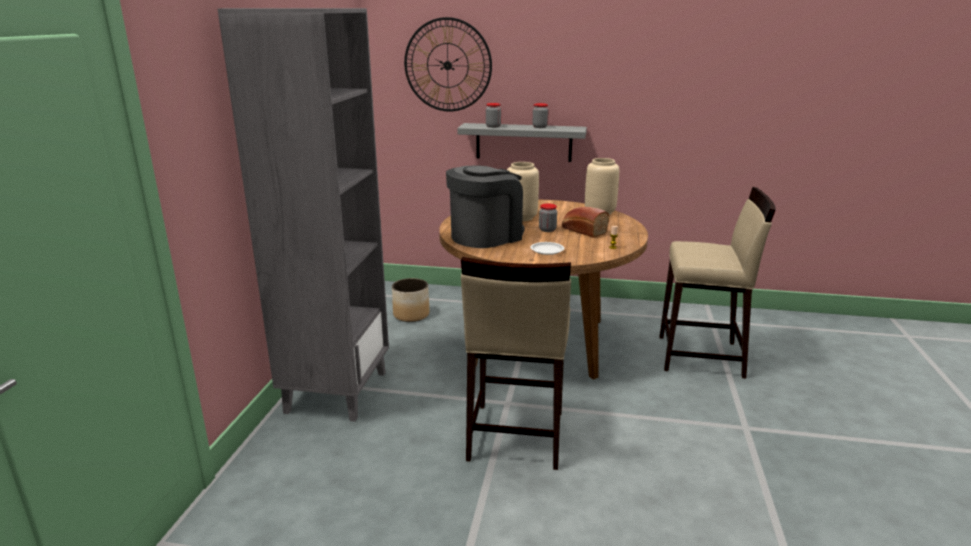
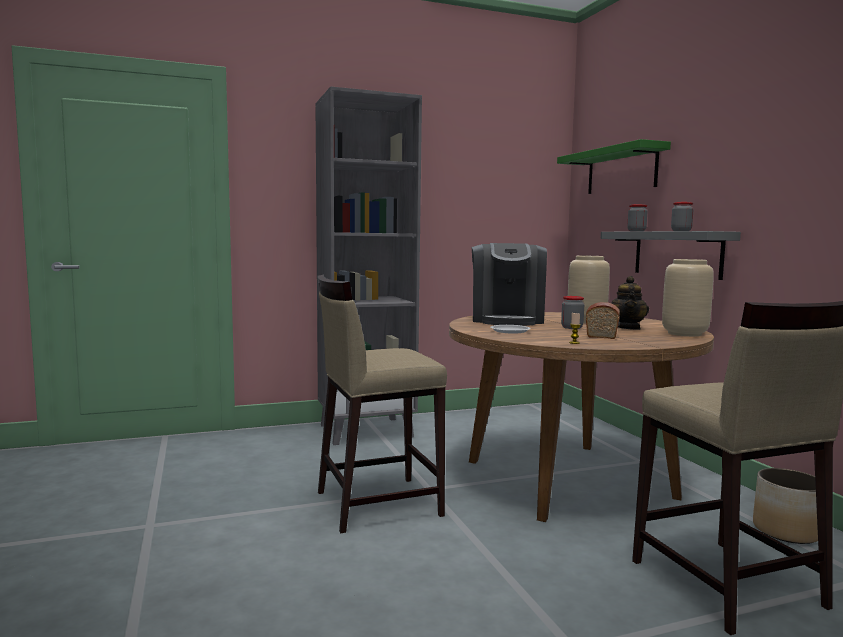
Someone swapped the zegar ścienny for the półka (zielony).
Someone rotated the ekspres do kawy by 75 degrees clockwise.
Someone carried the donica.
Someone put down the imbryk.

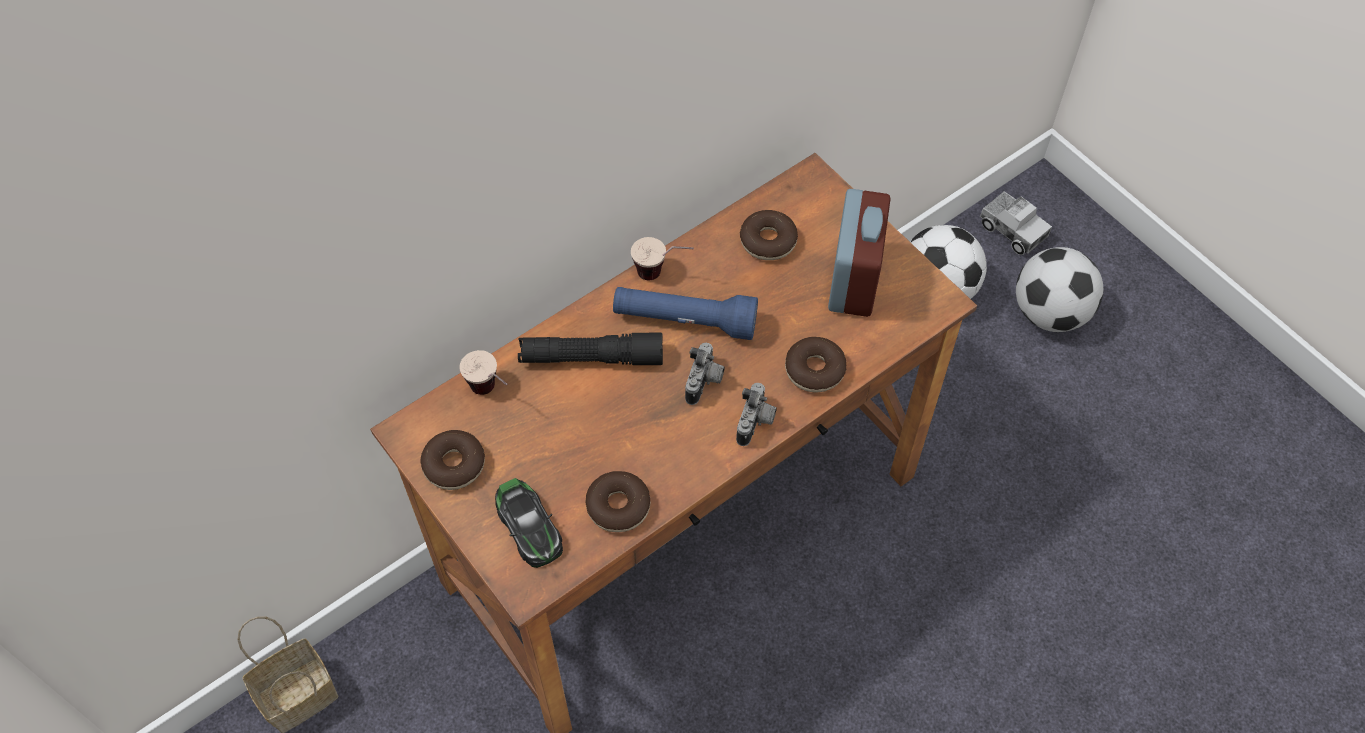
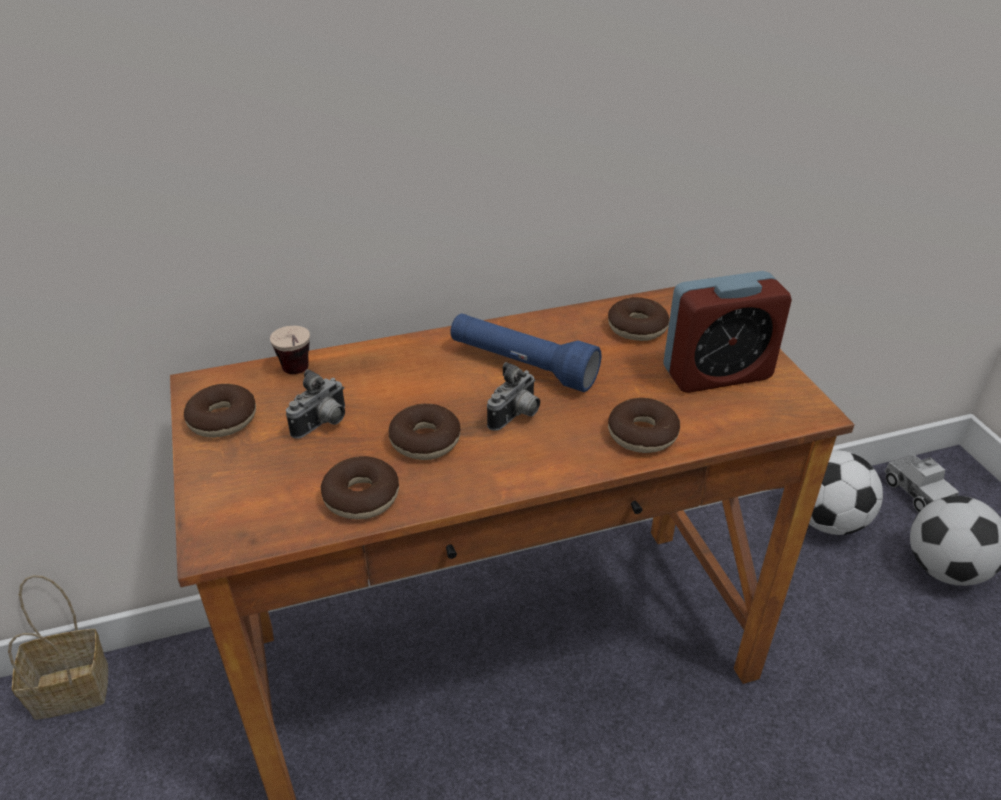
Someone rotated the budzik by 45 degrees clockwise.
Someone took away the filiżanka (2nd from left).
Someone took away the latarka (czarny).
Someone carried the aparat fotograficzny (2nd from left in the first image).
Someone took away the samochodzik.
Someone put down the donut (3rd from left).

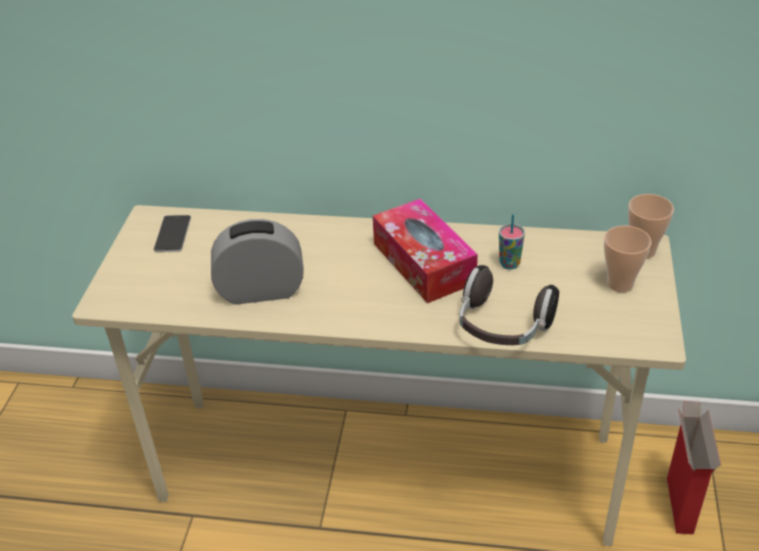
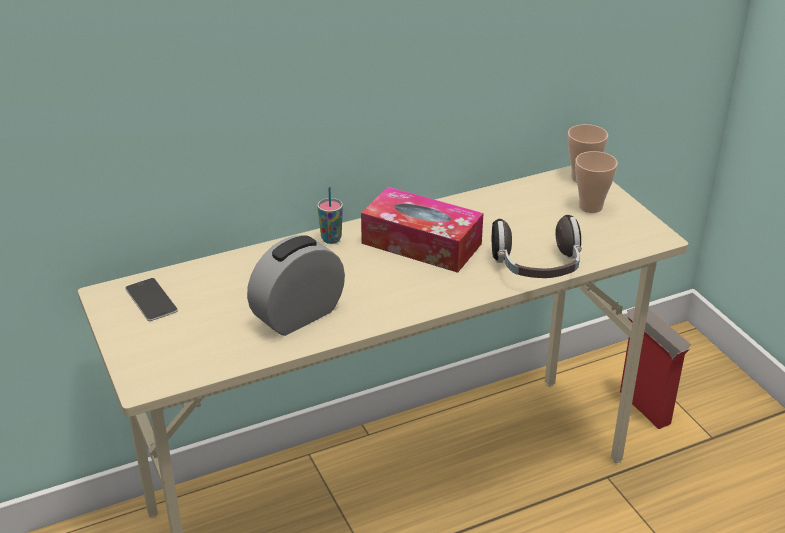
Someone carried the filiżanka (1st from left).

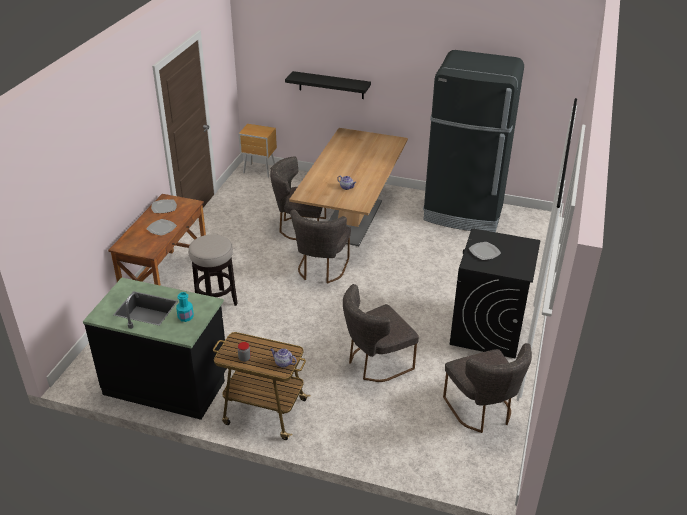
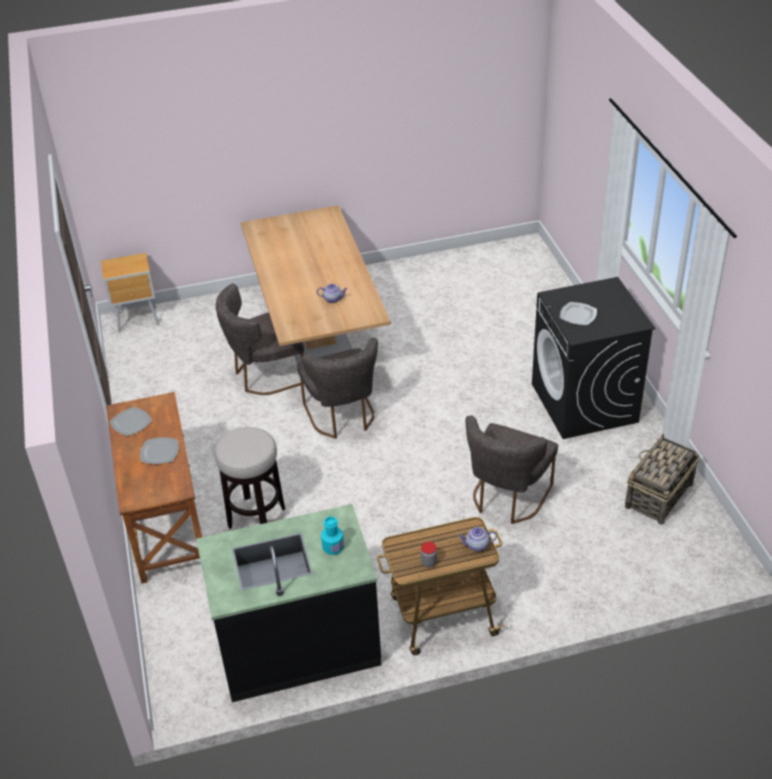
Someone took away the lodówka (czarny).
Someone took away the półka (czarny).
Someone swapped the krzesło (szary) (4th from left) for the koszyk.

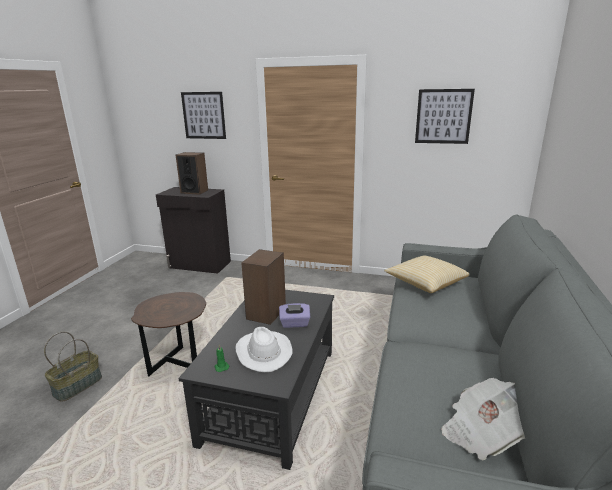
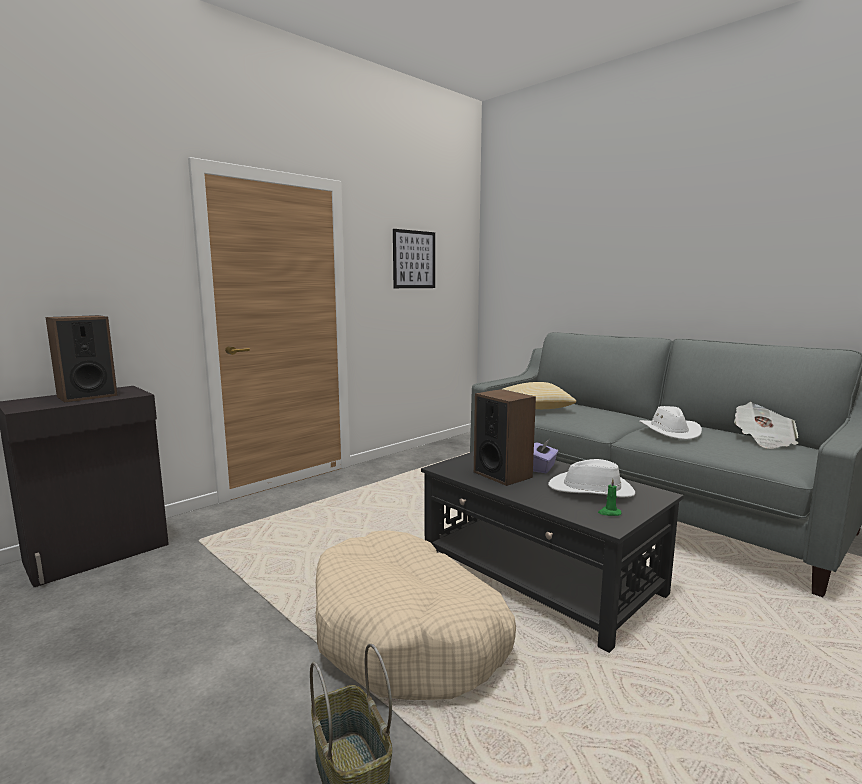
Someone took away the obraz (1st from left).
Someone swapped the stolik (brązowy) for the legowisko (beżowy).
Someone put down the kapelusz (biały) (2nd from left).

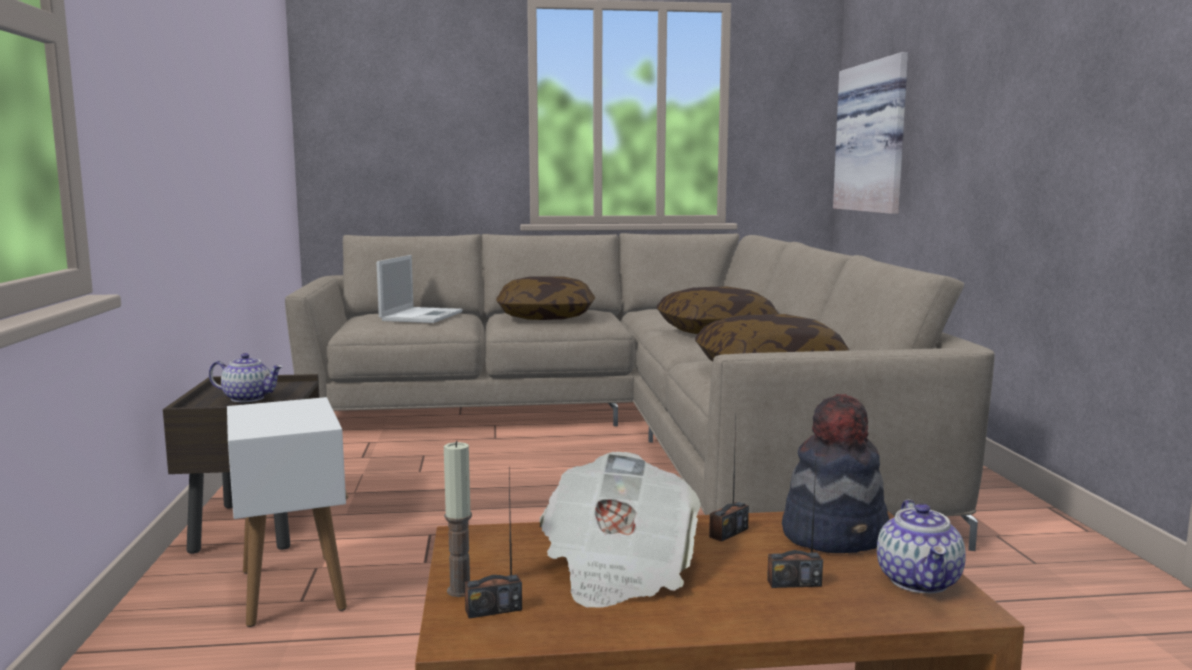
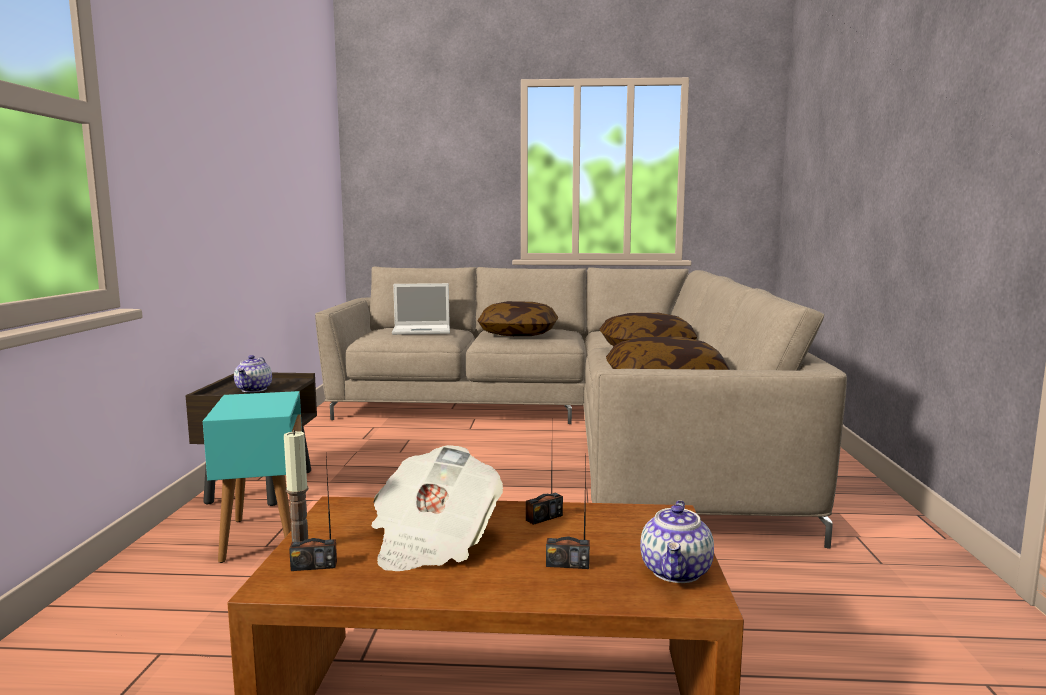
Someone took away the obraz.
Someone rotated the laptop by 60 degrees clockwise.
Someone rotated the imbryk (1st from left) by 75 degrees clockwise.
Someone took away the kapelusz.
Someone repainted the stolik (biały), which became the stolik (turkusowy).

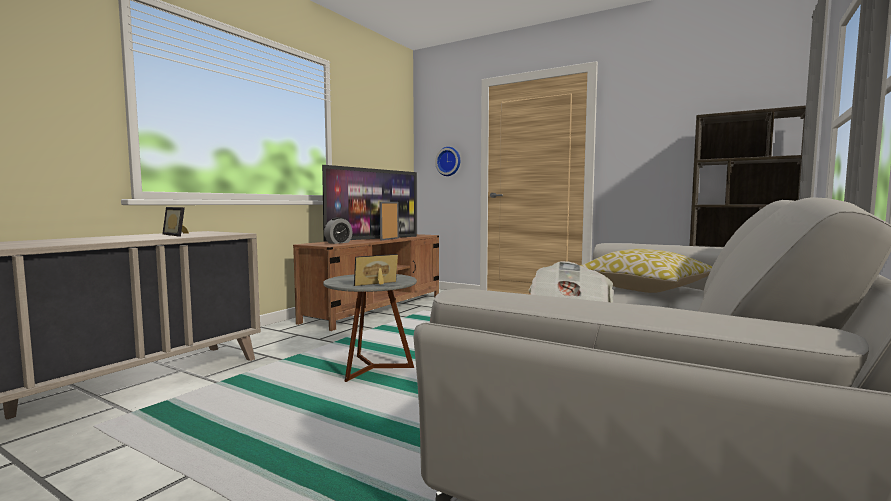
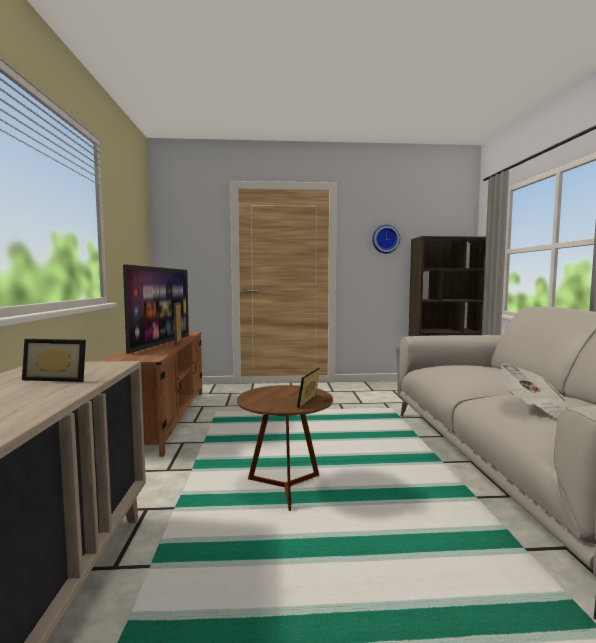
Someone carried the zegar ścienny.
Someone took away the budzik.
Someone took away the poduszka.
Someone repainted the stolik (szary), which became the stolik (brązowy).

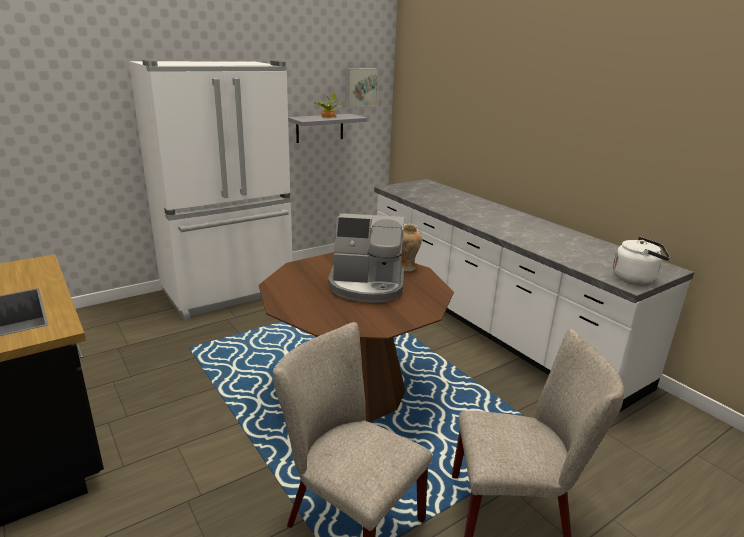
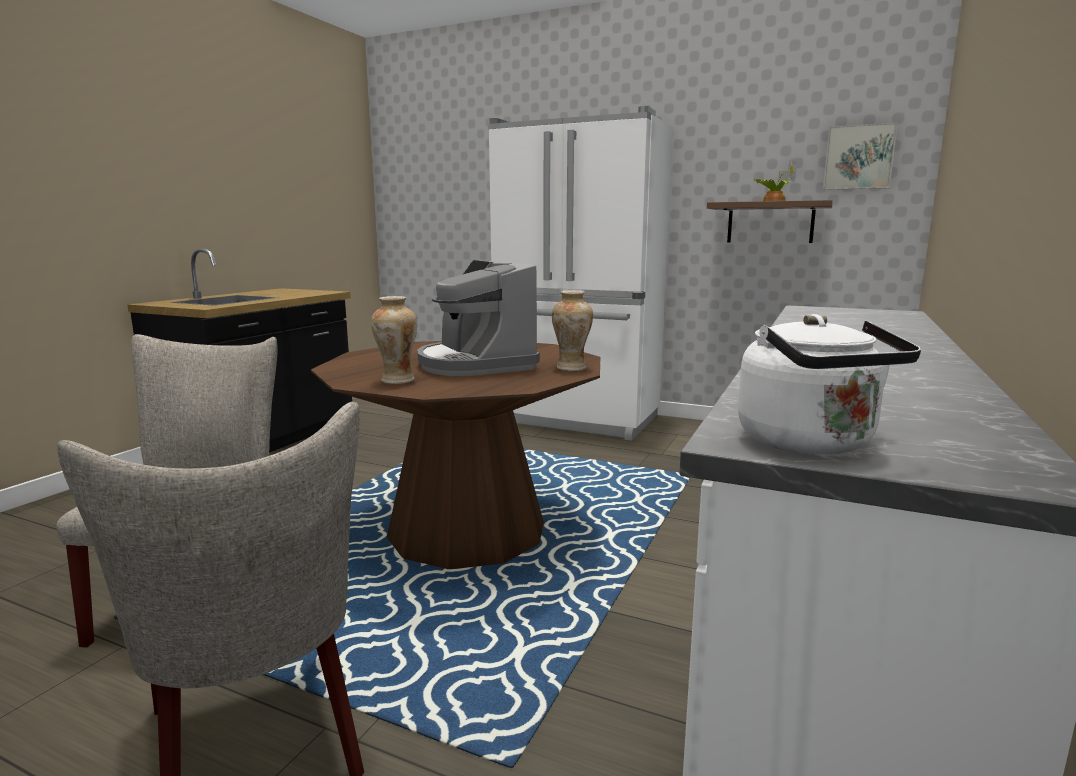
Someone repainted the półka (szary), which became the półka (brązowy).
Someone put down the wazon (1st from left).

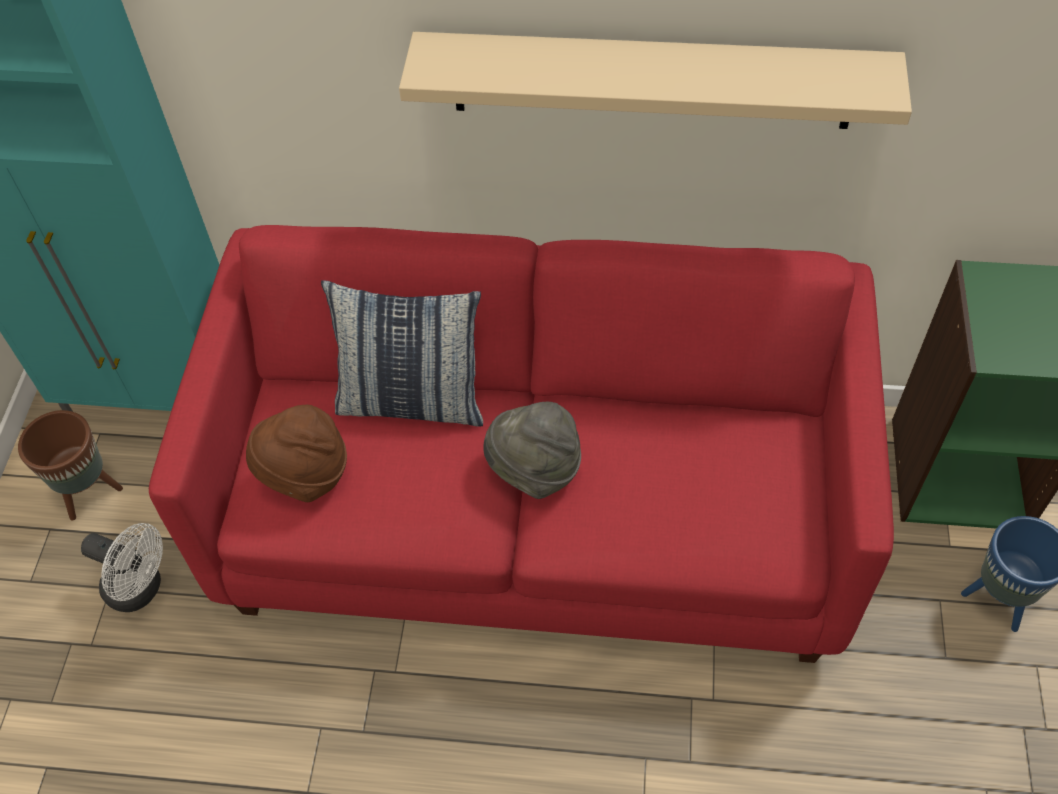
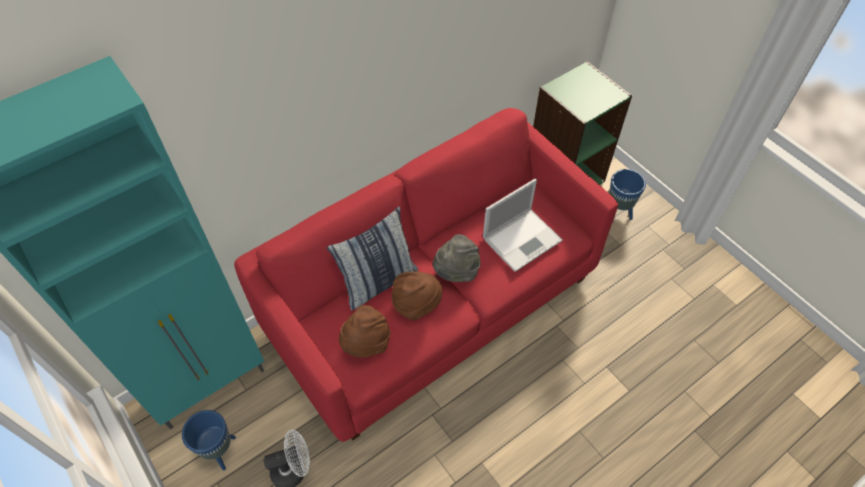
Someone took away the półka (beżowy).
Someone repainted the donica (brązowy), which became the donica (niebieski) (1st from left).
Someone put down the laptop.
Someone put down the kapelusz (brązowy) (2nd from left).

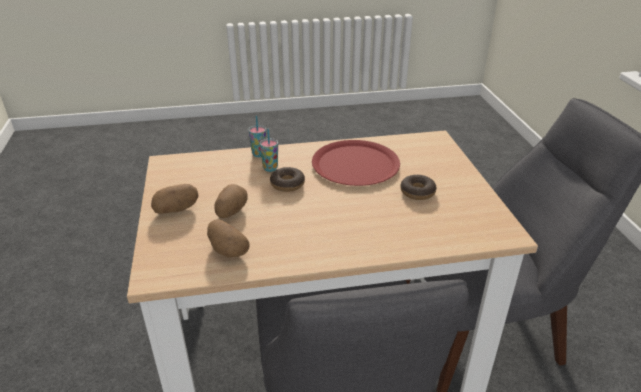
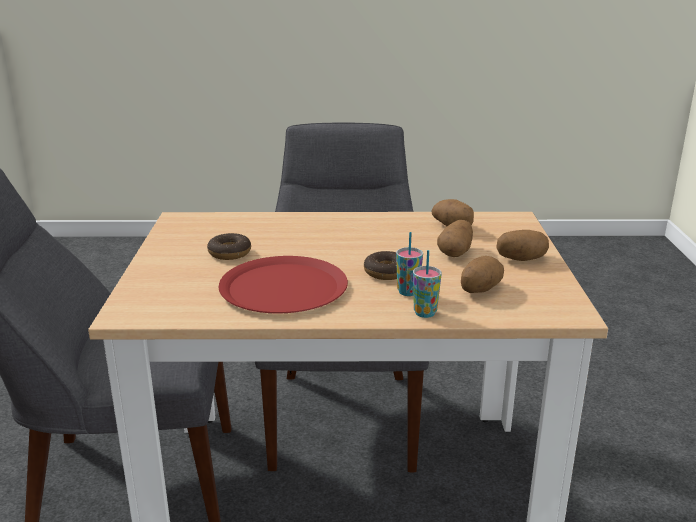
Someone put down the ziemniak (3rd from left).

